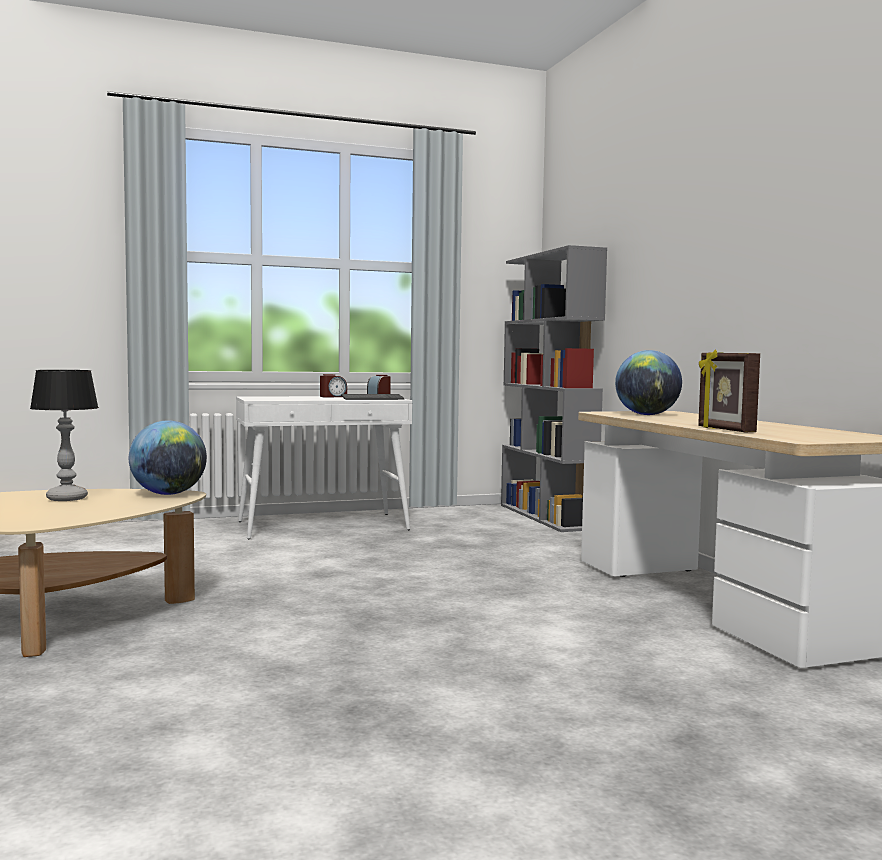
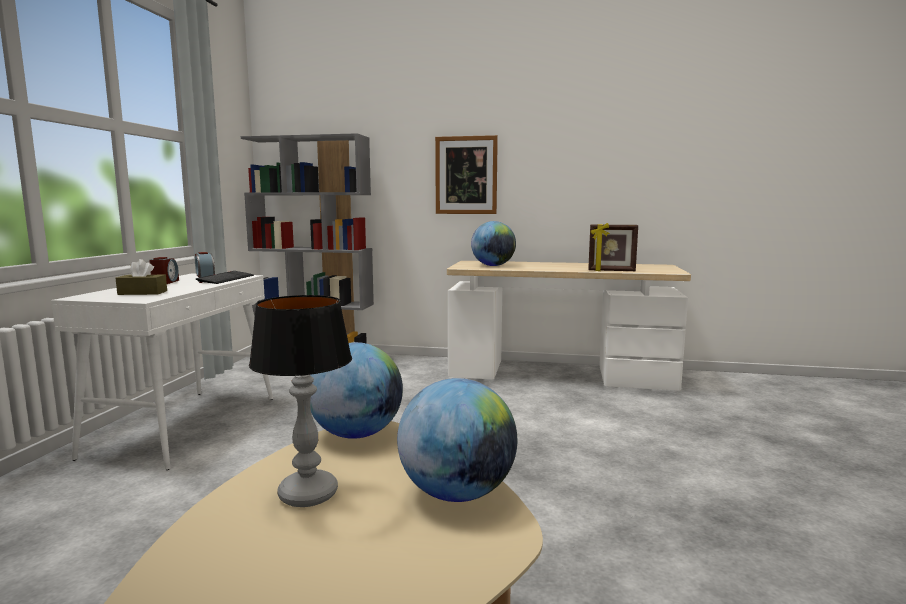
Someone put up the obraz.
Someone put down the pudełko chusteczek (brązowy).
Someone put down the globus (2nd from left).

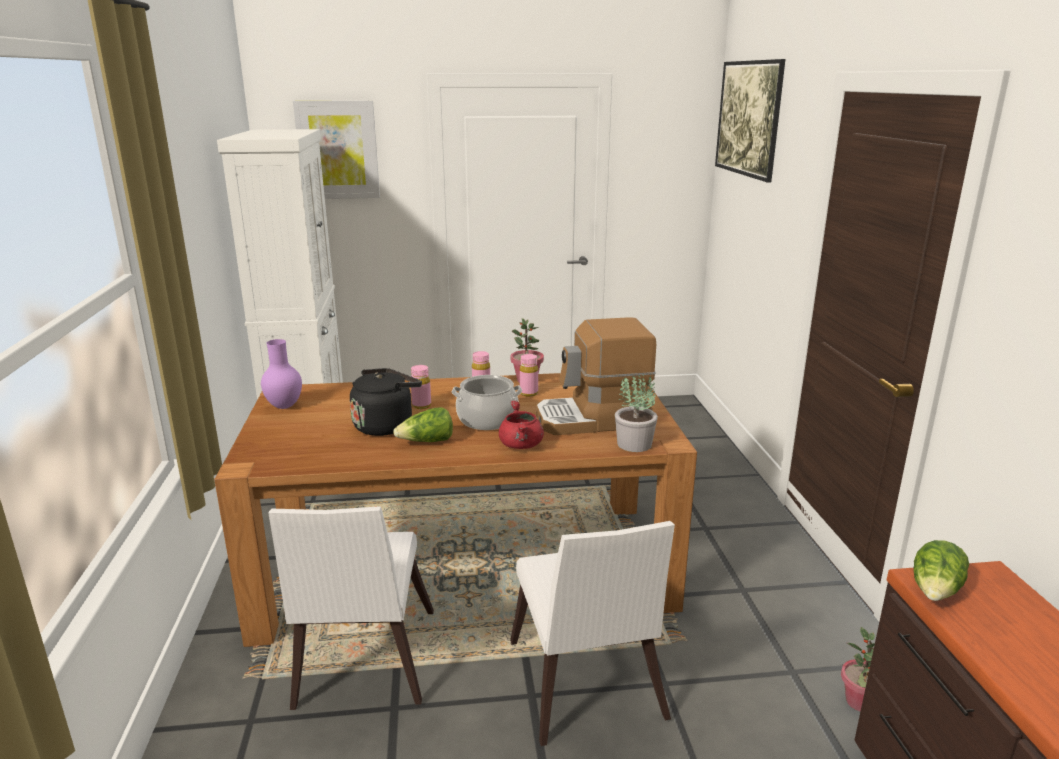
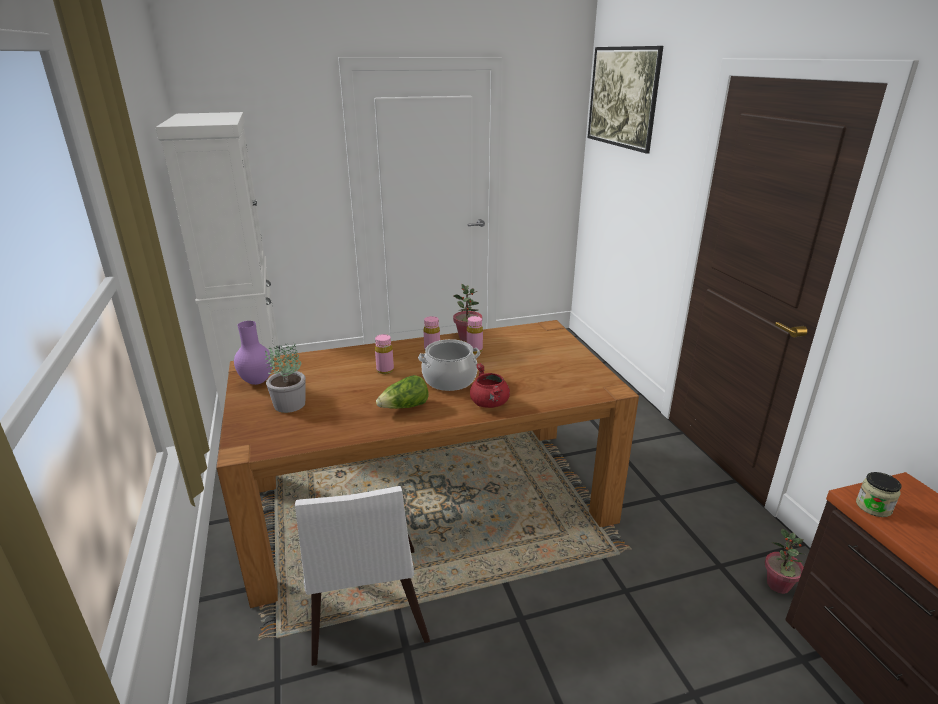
Someone took away the obraz (1st from left).
Someone took away the ekspres do kawy.
Someone took away the czajnik (czarny).
Someone carried the roślina doniczkowa (2nd from left in the first image).
Someone took away the krzesło (biały) (2nd from left).
Someone swapped the sałata (2nd from left) for the słoik.

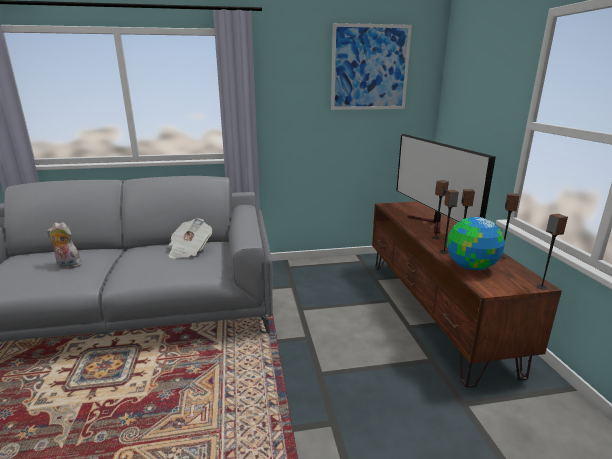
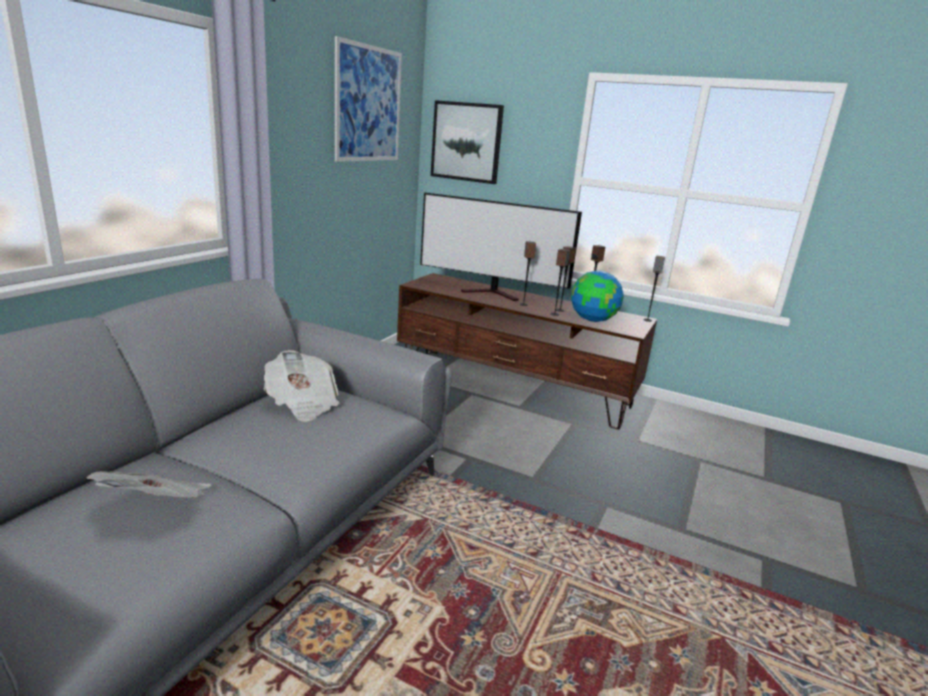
Someone swapped the pluszak for the gazeta (1st from left).
Someone put up the obraz (2nd from left).

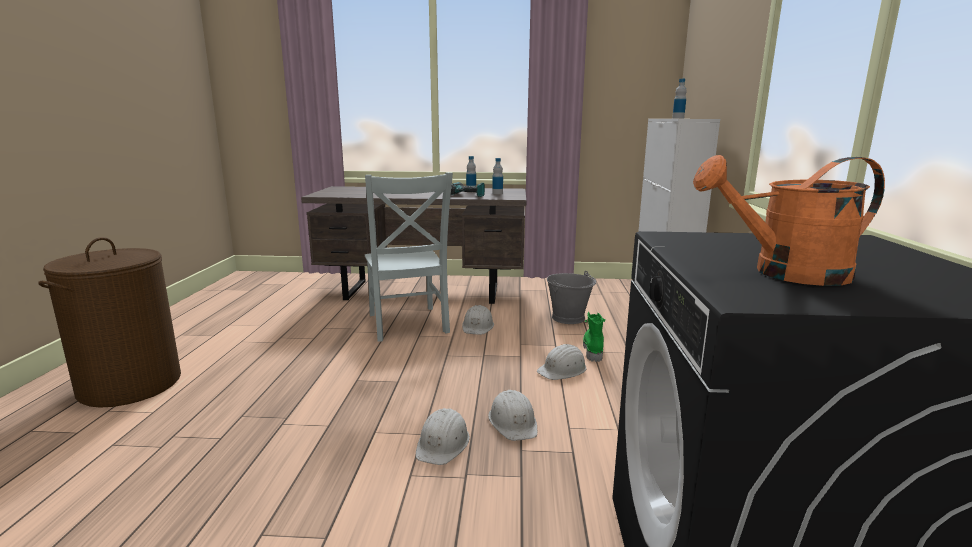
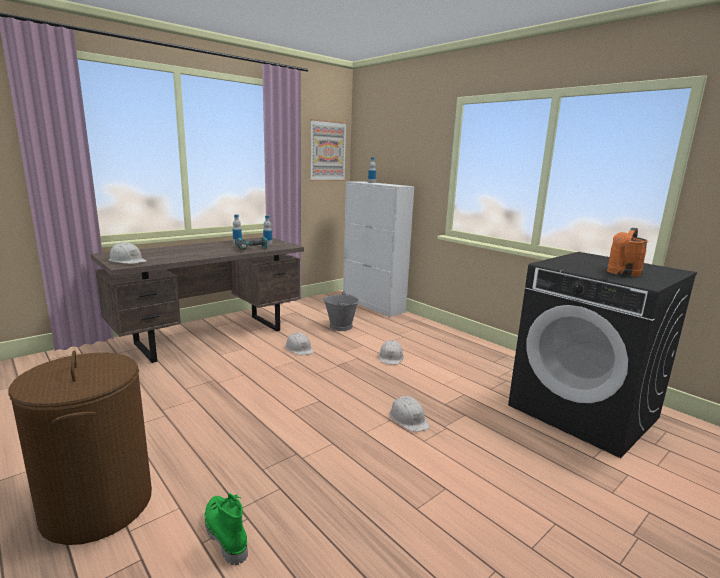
Someone took away the krzesło (szary).
Someone carried the but z cholewką (zielony).
Someone carried the kask (biały) (3rd from left in the first image).
Someone put up the obraz.

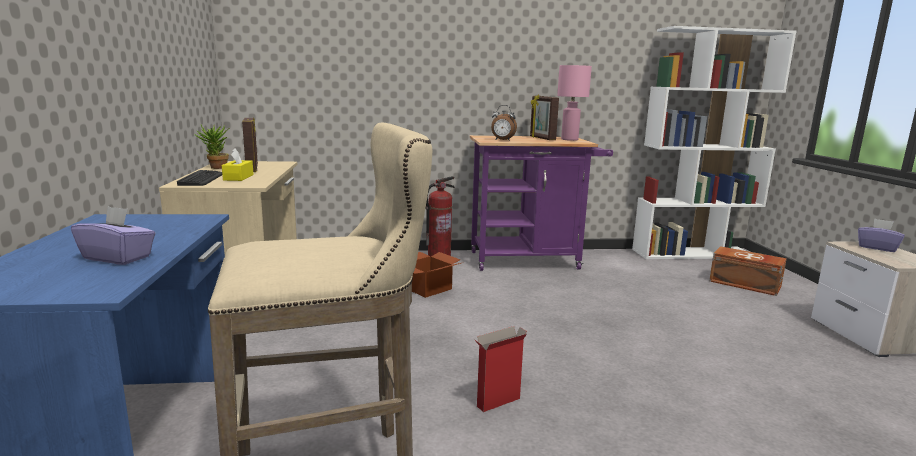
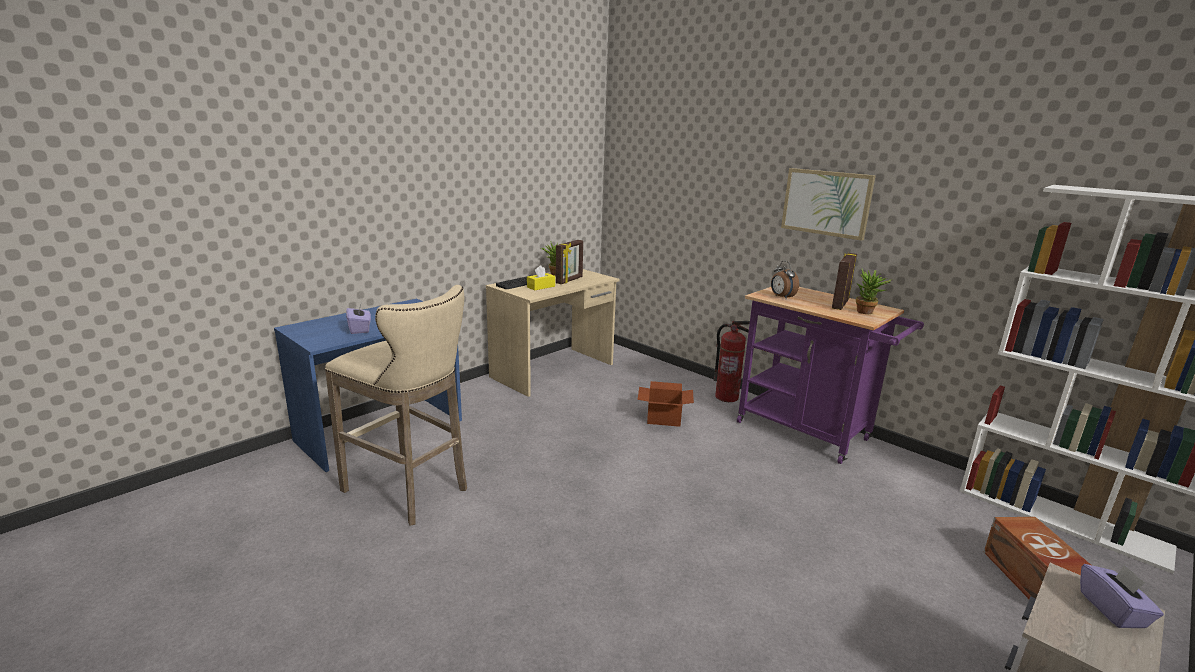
Someone swapped the lampa stołowa (różowy) for the roślina doniczkowa (2nd from left).
Someone took away the karton (2nd from left).
Someone put up the obraz.

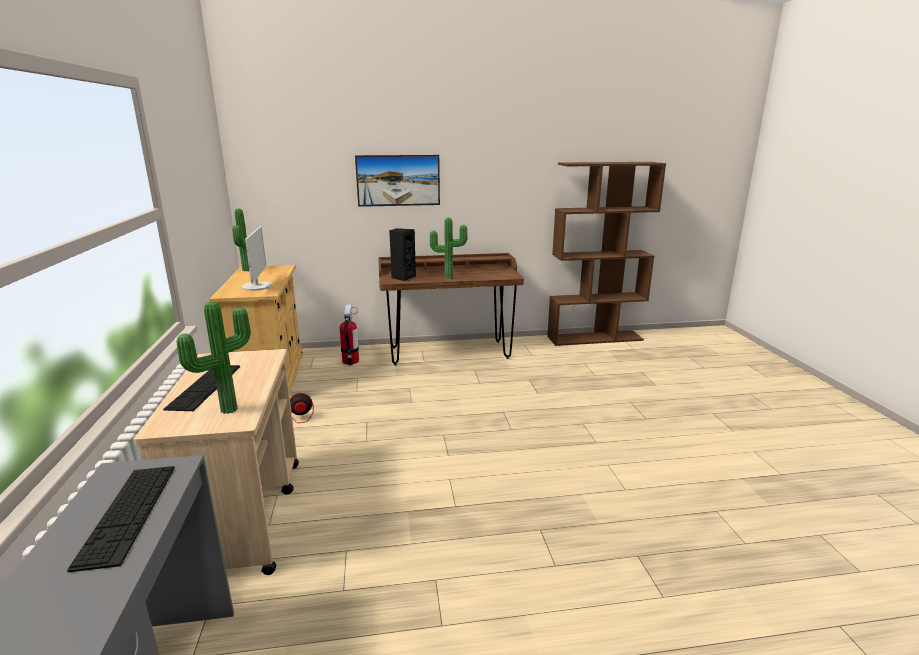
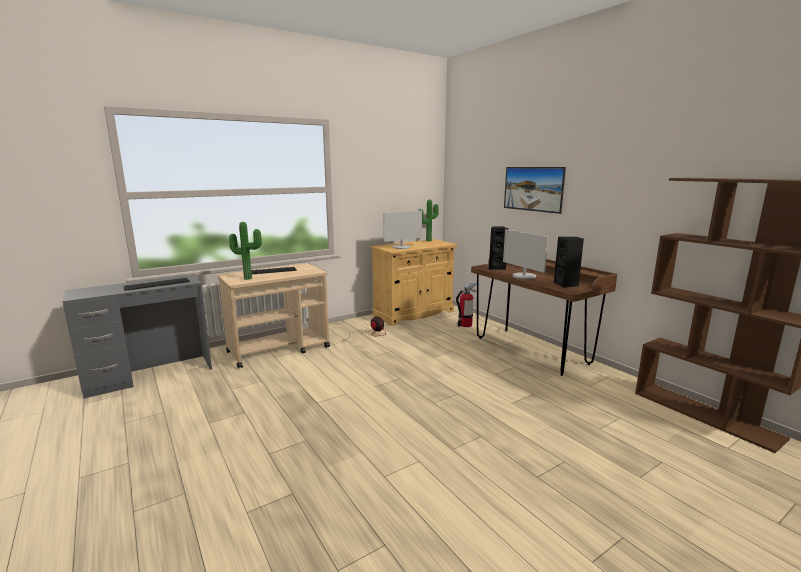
Someone swapped the roślina doniczkowa (3rd from left) for the monitor (2nd from left).
Someone put down the głośnik (czarny) (2nd from left).

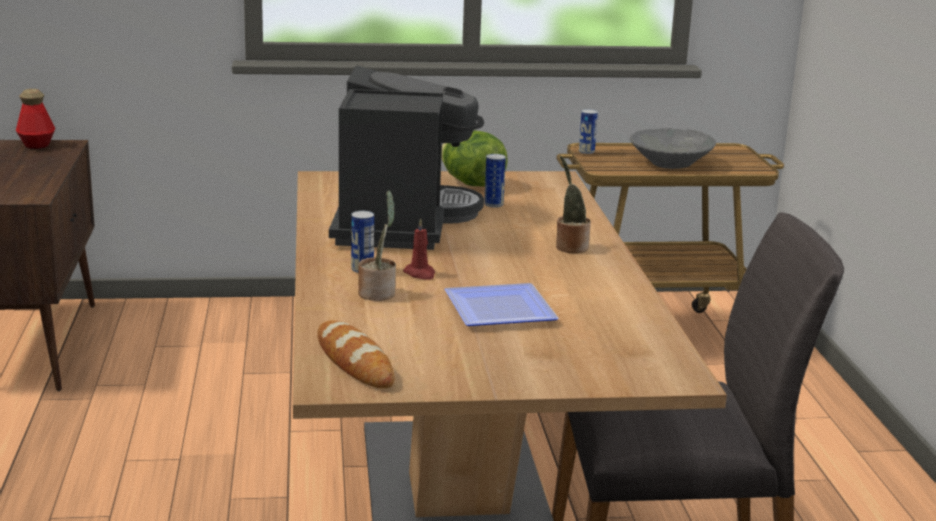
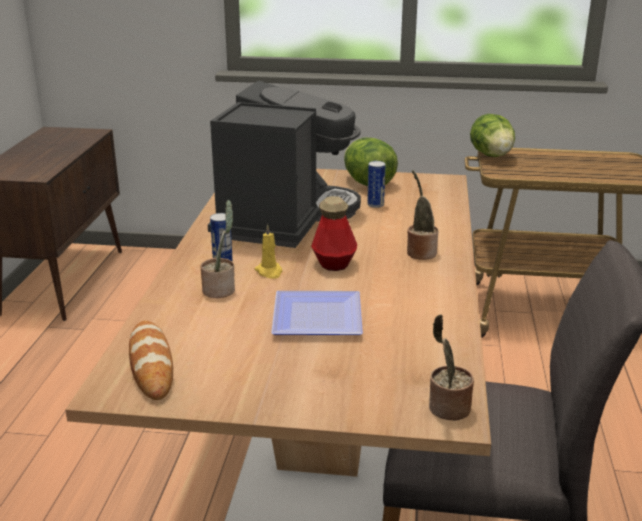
Someone carried the butelka.
Someone swapped the puszka (3rd from left) for the sałata (2nd from left).
Someone took away the miska (szary).
Someone repainted the świeca (czerwony), which became the świeca (żółty).
Someone put down the roślina doniczkowa (3rd from left).

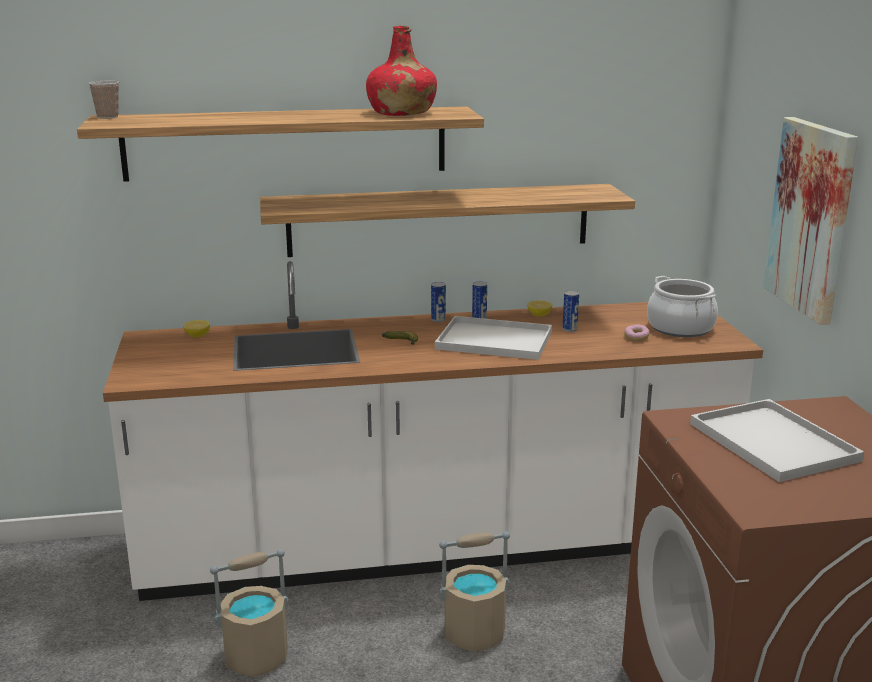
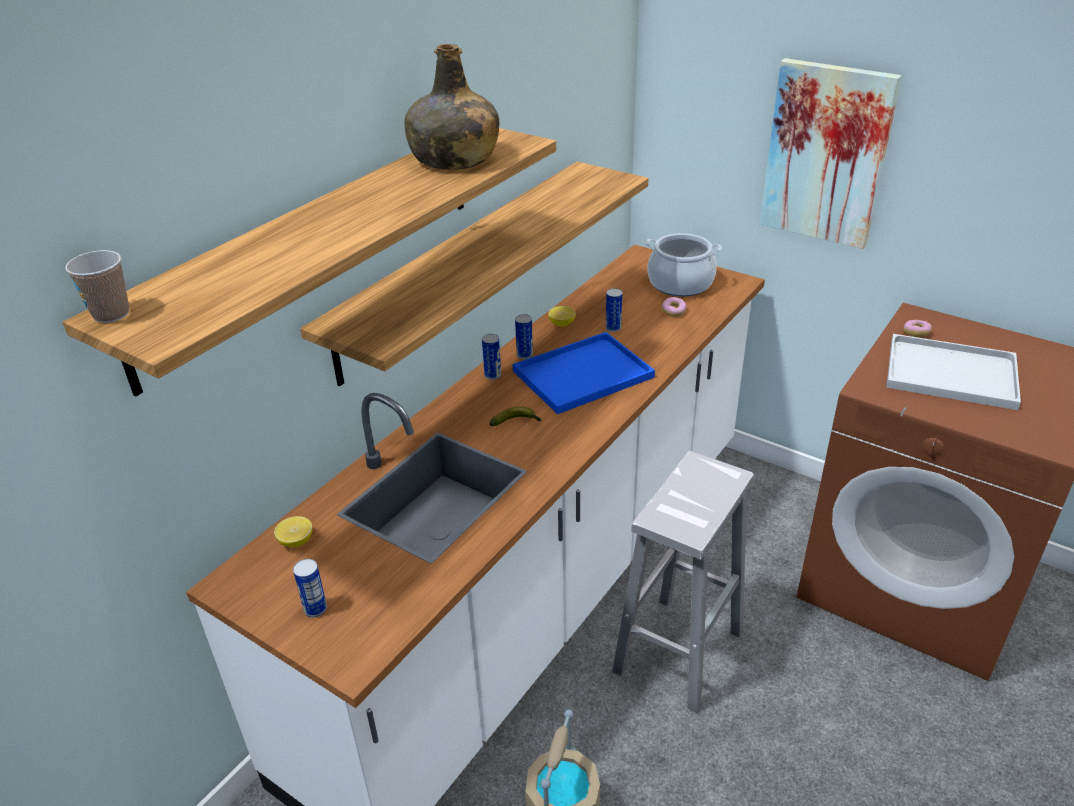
Someone repainted the butelka (czerwony), which became the butelka (zielony).
Someone repainted the taca (biały) (1st from left), which became the taca (niebieski).
Someone swapped the wiadro (beżowy) (2nd from left) for the stołek (biały).
Someone put down the donut (2nd from left).
Someone put down the puszka (1st from left).

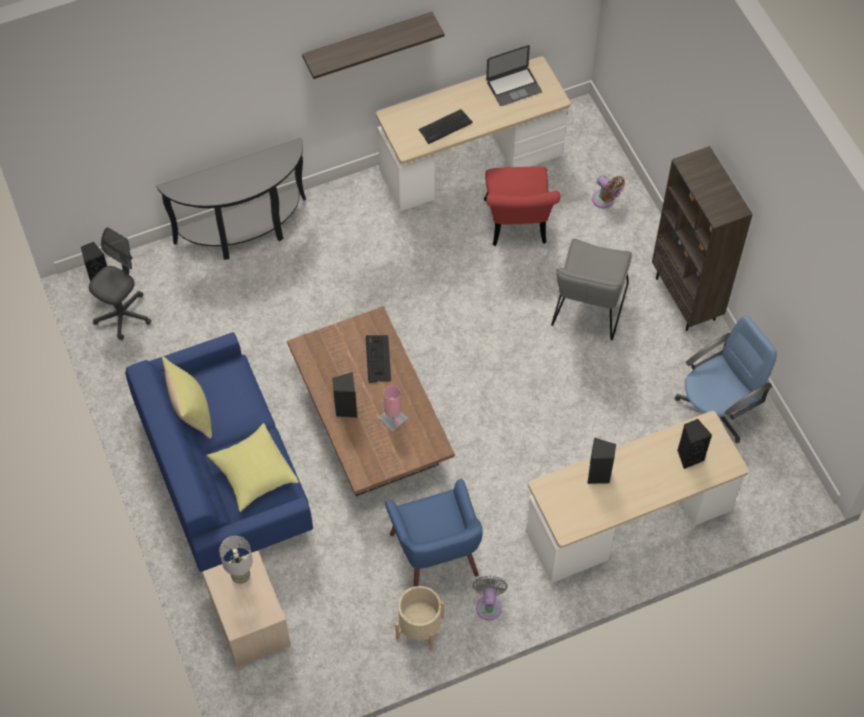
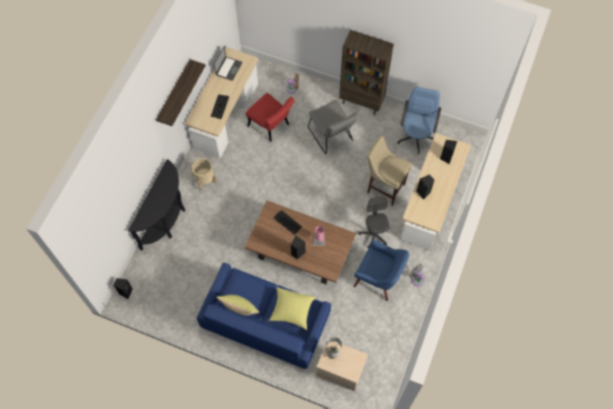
Someone carried the krzesło biurowe (szary).
Someone carried the donica (beżowy).
Someone put down the stołek (beżowy).

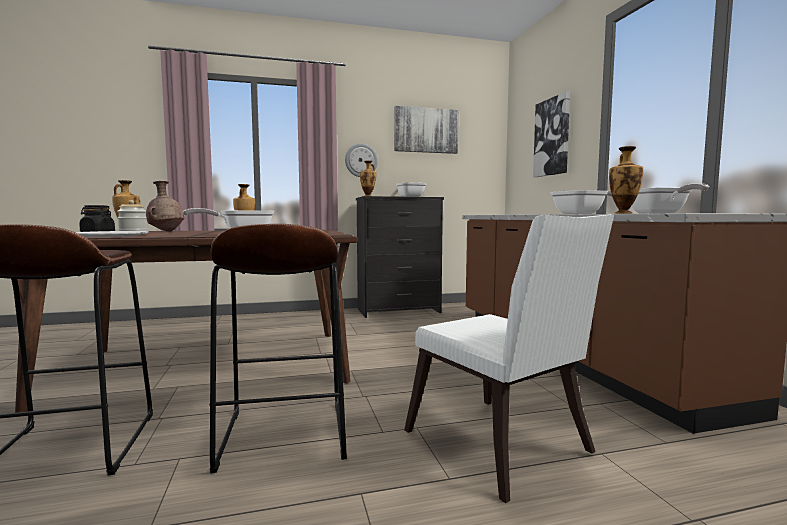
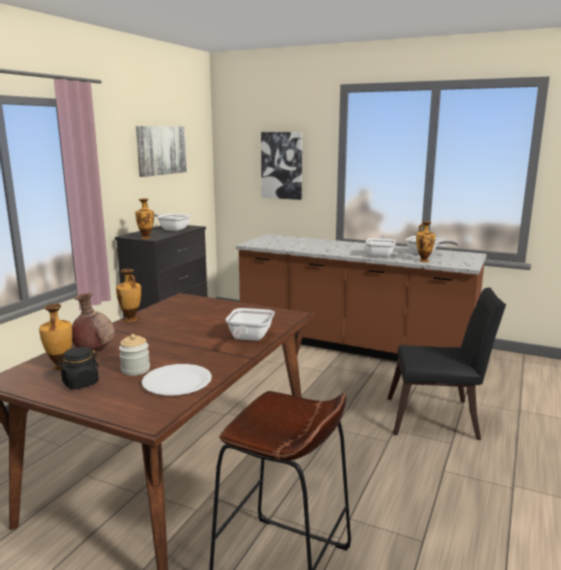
Someone took away the zegar ścienny.
Someone repainted the krzesło (biały), which became the krzesło (czarny).
Someone took away the stołek (brązowy) (2nd from left).

